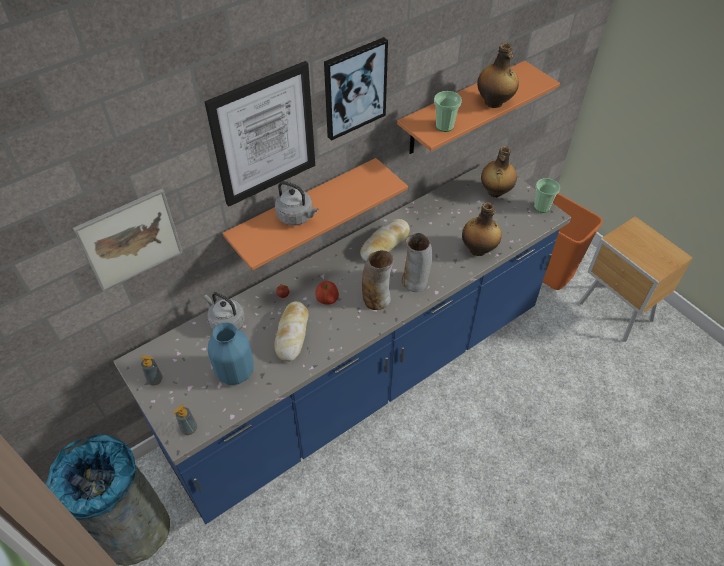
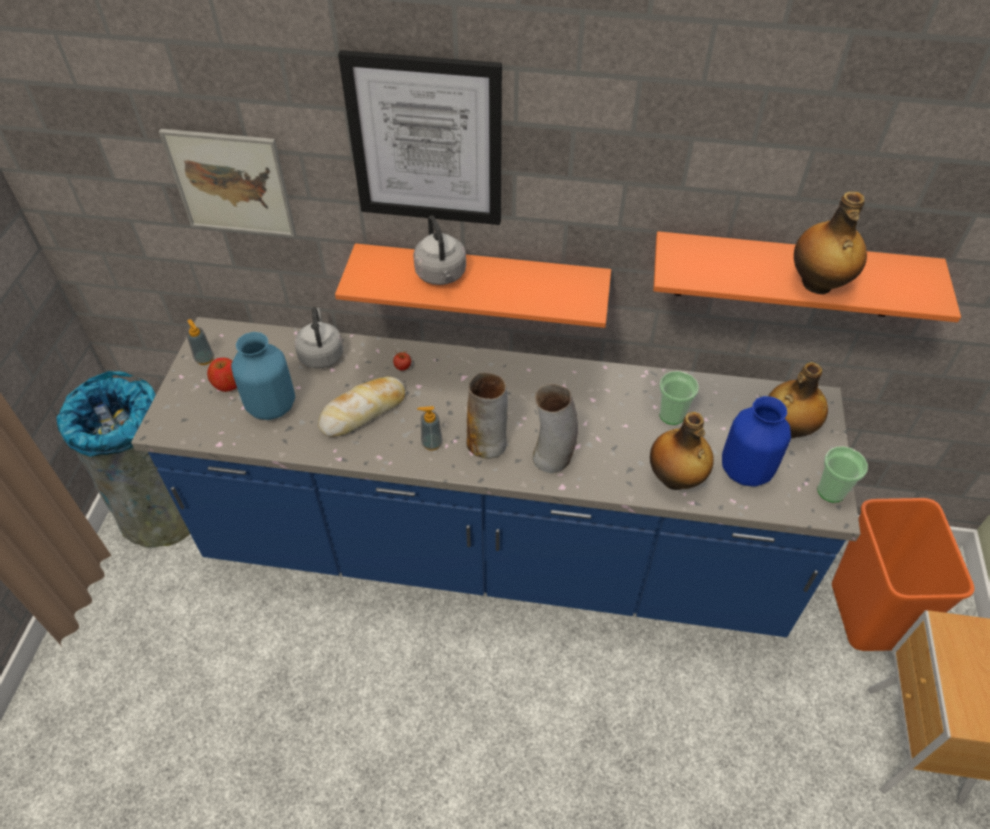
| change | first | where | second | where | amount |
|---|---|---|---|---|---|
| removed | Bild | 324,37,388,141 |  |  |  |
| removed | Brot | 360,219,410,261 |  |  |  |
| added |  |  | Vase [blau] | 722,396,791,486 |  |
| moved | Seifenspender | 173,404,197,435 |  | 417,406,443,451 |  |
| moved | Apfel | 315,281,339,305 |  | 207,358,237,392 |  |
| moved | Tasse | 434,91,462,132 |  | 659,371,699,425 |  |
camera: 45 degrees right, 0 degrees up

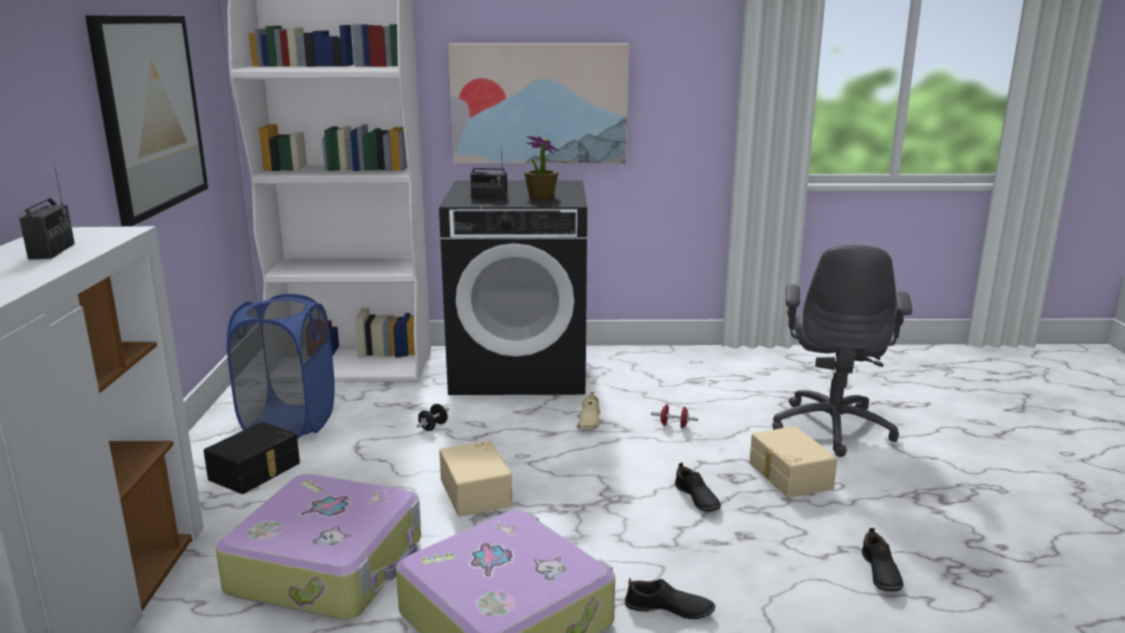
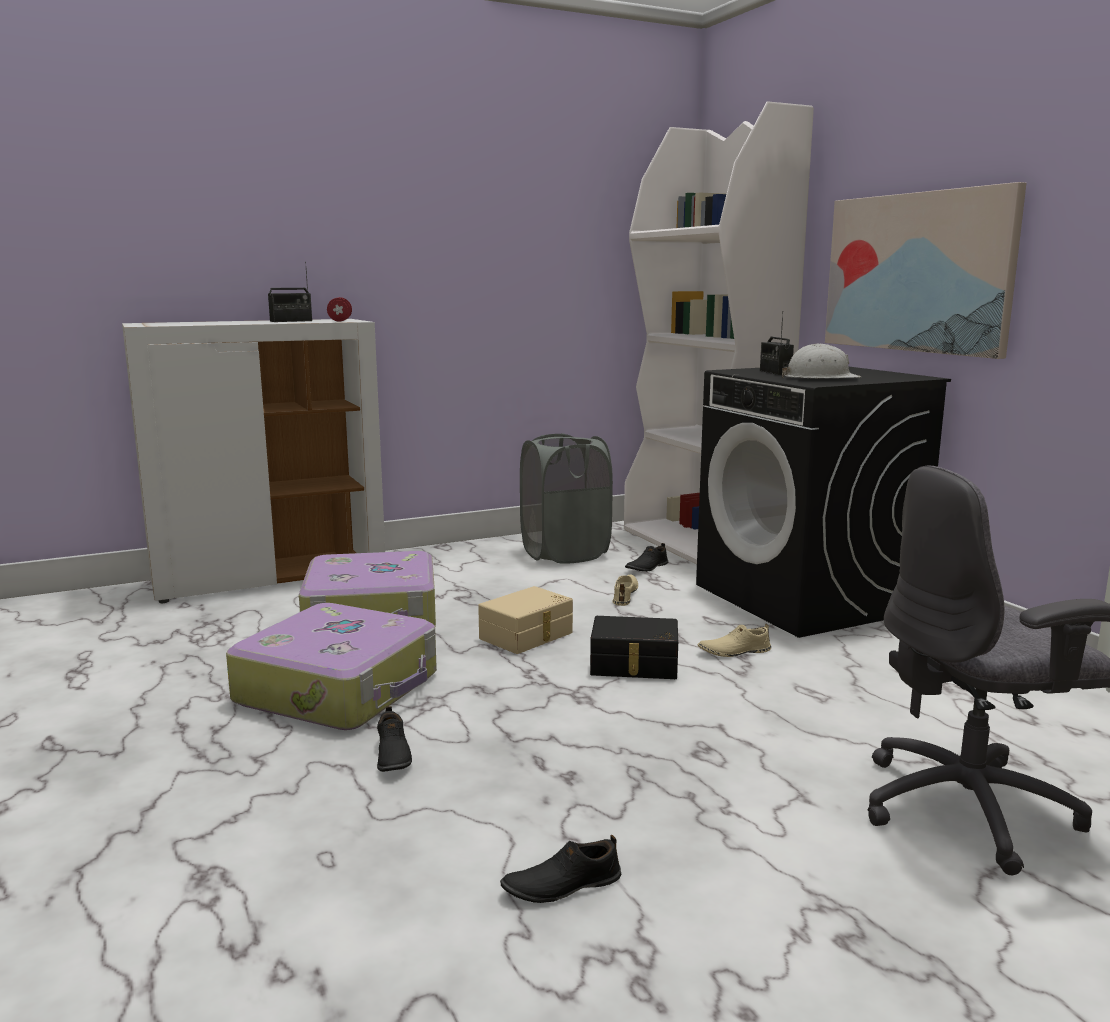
| change | first | where | second | where | amount |
|---|---|---|---|---|---|
| removed | Bild | 85,16,208,226 |  |  |  |
| removed | Aufbewahrungsbox [beige] | 749,426,837,498 |  |  |  |
| moved | Aufbewahrungsbox [schwarz] | 204,422,300,494 |  | 590,616,678,679 |  |
| moved | Hantel [rot] | 651,404,698,428 |  | 327,297,352,322 |  |
| moved | Schuh [schwarz] | 675,463,721,511 |  | 625,543,668,572 |  |
| replaced | Hantel [schwarz] | 416,404,450,431 | Schuh [beige] | 612,574,638,606 |  |
| replaced | Topfpflanze | 524,136,559,199 | Schutzhelm [weiß] | 782,344,861,378 |  |
| recoloured | Wäschekorb [blau] | 227,294,335,439 | Wäschekorb [grau] | 520,433,613,564 |  |
camera: 65 degrees right, 5 degrees down

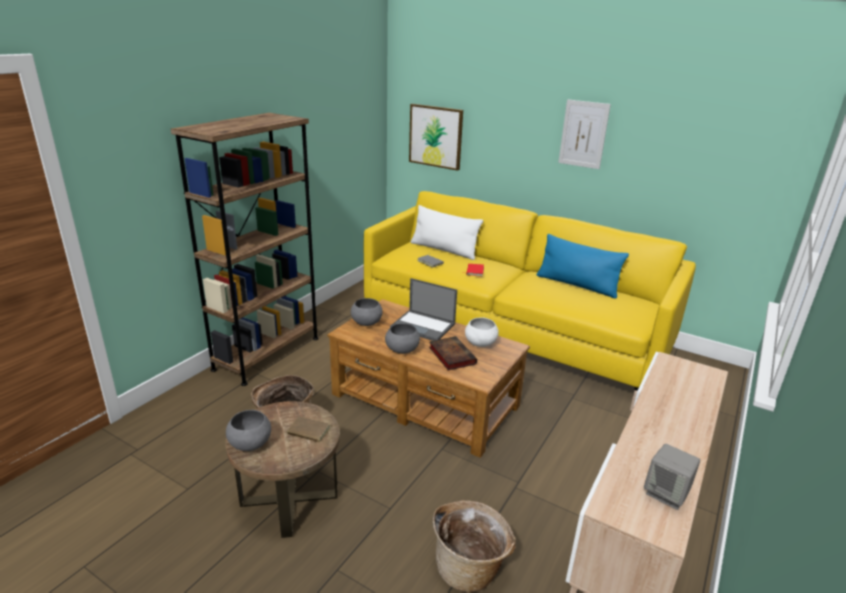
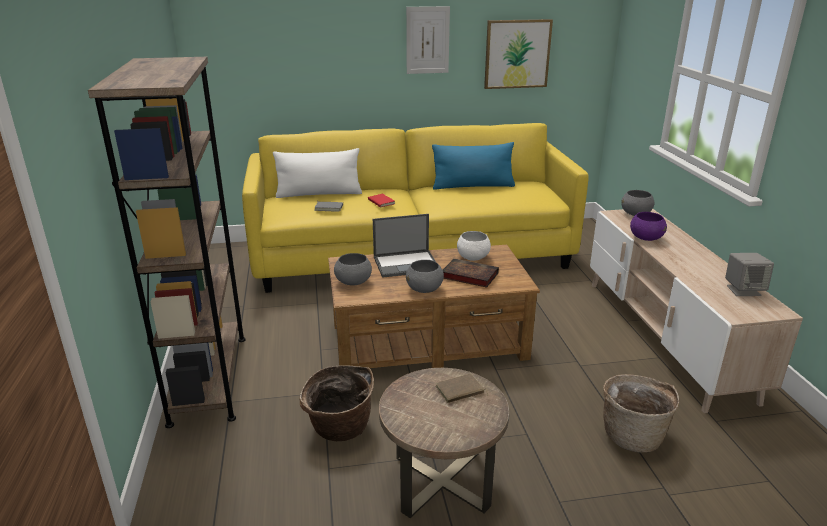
| change | first | where | second | where | amount |
|---|---|---|---|---|---|
| added |  |  | Schüssel [lila] | 630,212,667,241 |  |
| moved | Schüssel [grau] | 226,410,271,451 |  | 621,190,655,216 |  |
| moved | Bild | 409,104,463,171 |  | 484,19,553,89 |  |
camera: 40 degrees left, 0 degrees up

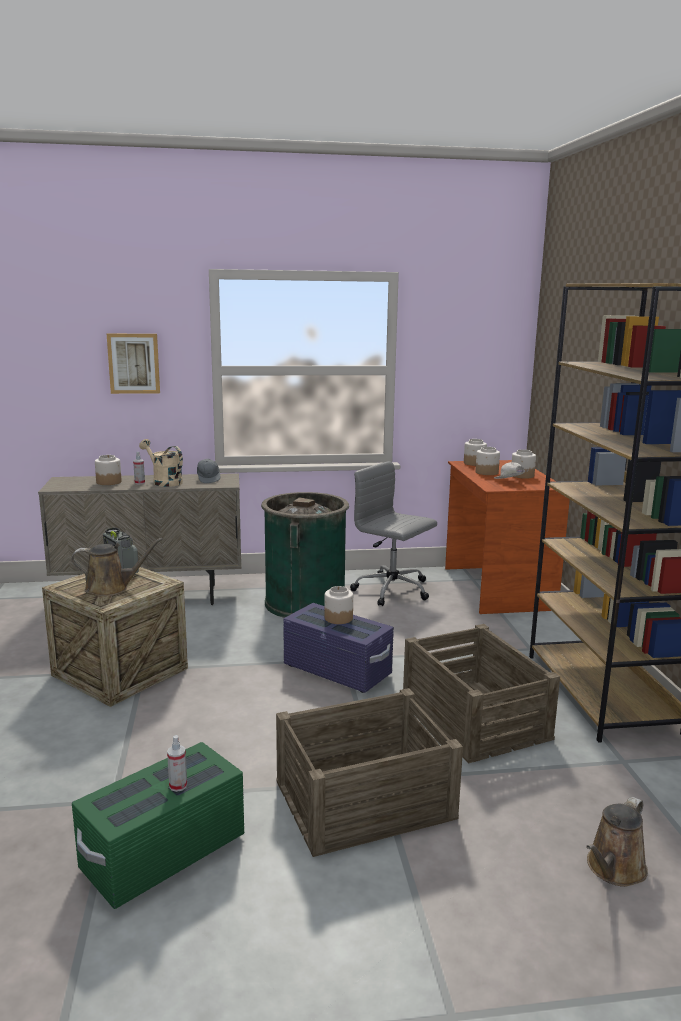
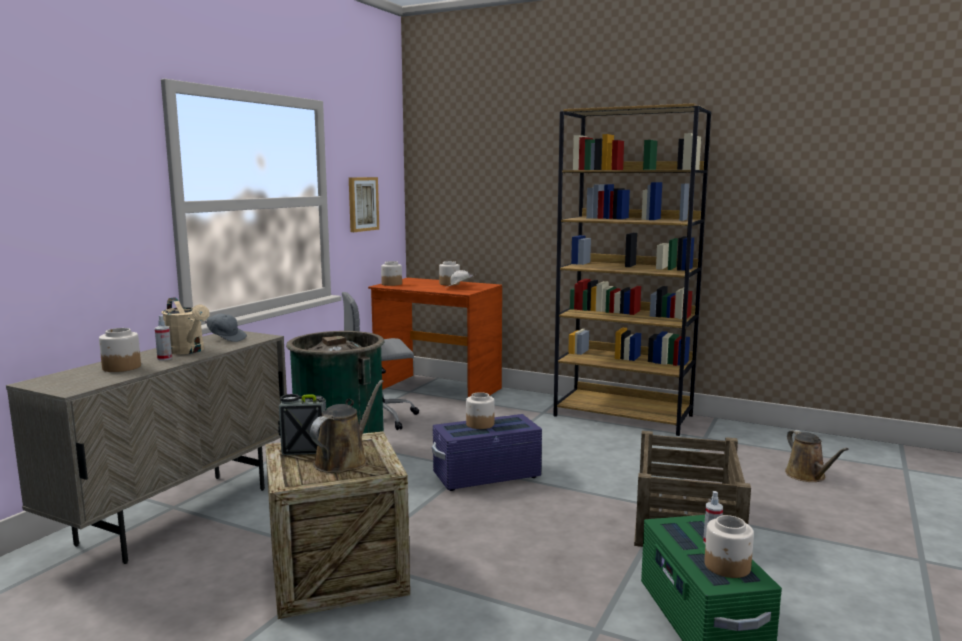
| change | first | where | second | where | amount |
|---|---|---|---|---|---|
| removed | Kiste | 403,624,560,763 |  |  |  |
| moved | Bild | 107,334,160,394 |  | 349,177,379,232 |  |
| moved | Vorratsglas | 475,447,500,475 |  | 704,515,754,578 |  |
| turned | Gießkanne [beige] | 139,439,183,487 |  | 162,297,210,354 | 120 degrees counterclockwise |
camera: 55 degrees left, 5 degrees down

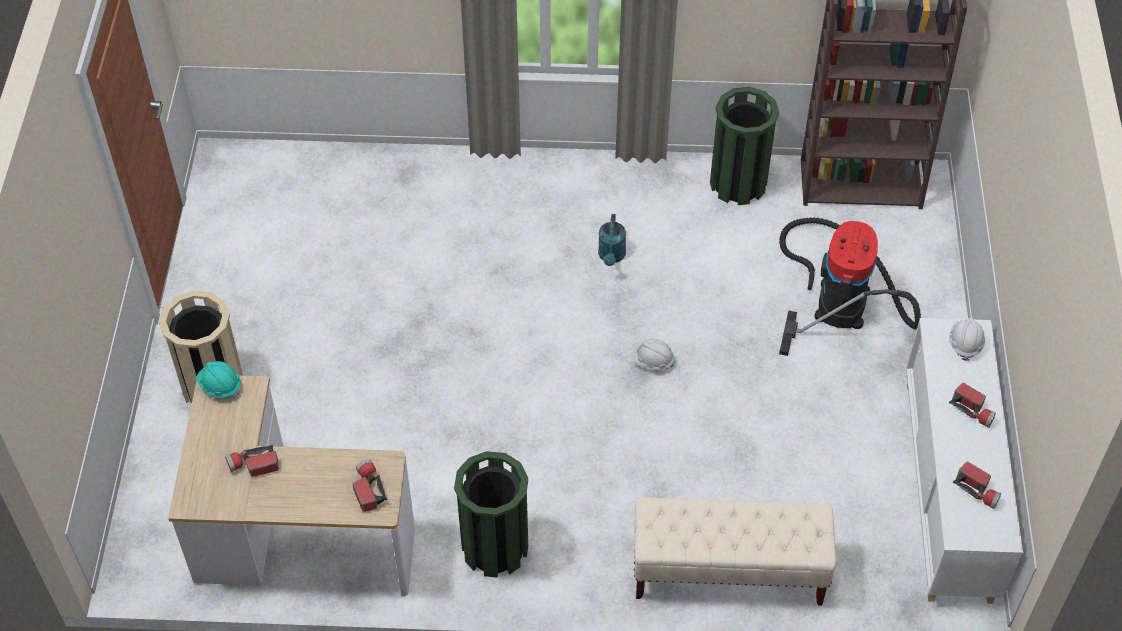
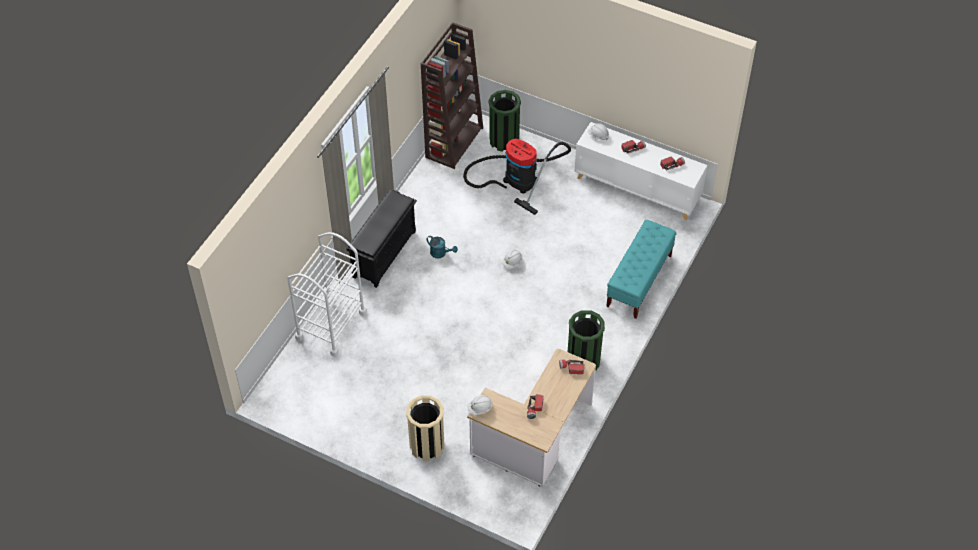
| change | first | where | second | where | amount |
|---|---|---|---|---|---|
| added |  |  | Rollwagen [weiß] | 287,232,367,357 |  |
| added |  |  | Schuhregal [schwarz] | 347,188,417,288 |  |
| moved | Mülleimer [grün] | 710,87,779,205 |  | 488,90,521,152 |  |
| recoloured | Schutzhelm [türkis] | 196,361,241,399 | Schutzhelm [weiß] | 467,395,492,415 |  |
| recoloured | Bank [beige] | 634,497,836,606 | Bank [türkis] | 606,220,677,319 |  |
camera: 65 degrees left, 0 degrees up

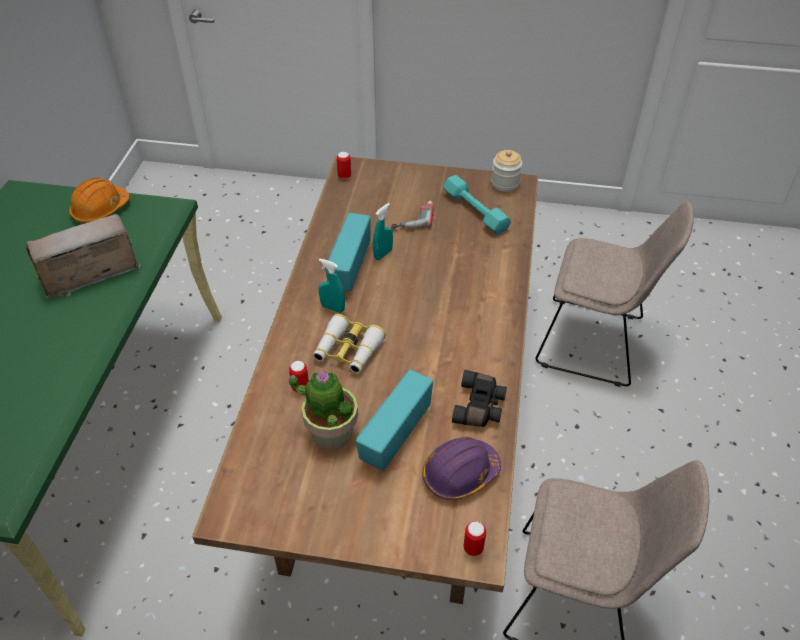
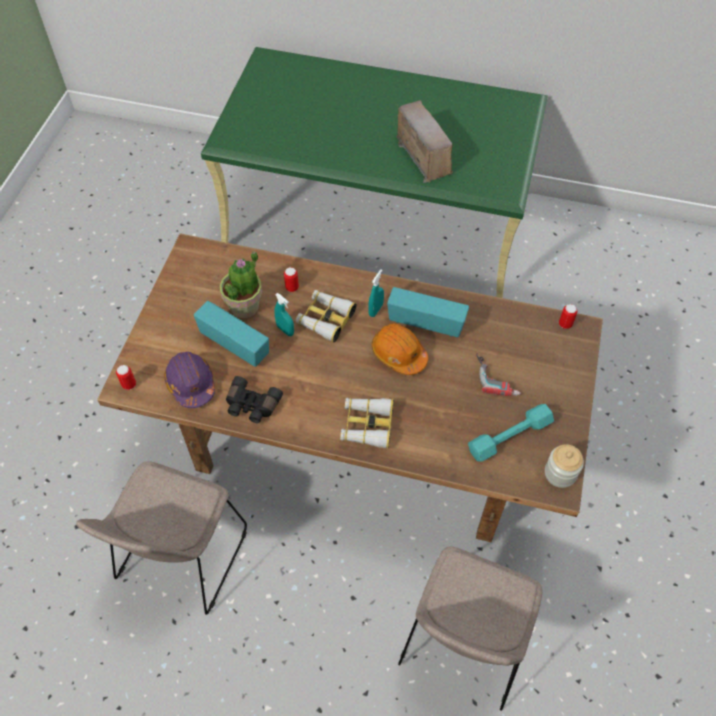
| change | first | where | second | where | amount |
|---|---|---|---|---|---|
| added |  |  | Fernglas | 340,398,394,449 |  |
| moved | Schutzhelm [orange] | 69,178,130,223 |  | 371,323,428,375 |  |
| moved | Sprühflasche [türkis] | 373,203,393,260 |  | 274,293,294,336 |  |
camera: 95 degrees right, 10 degrees up

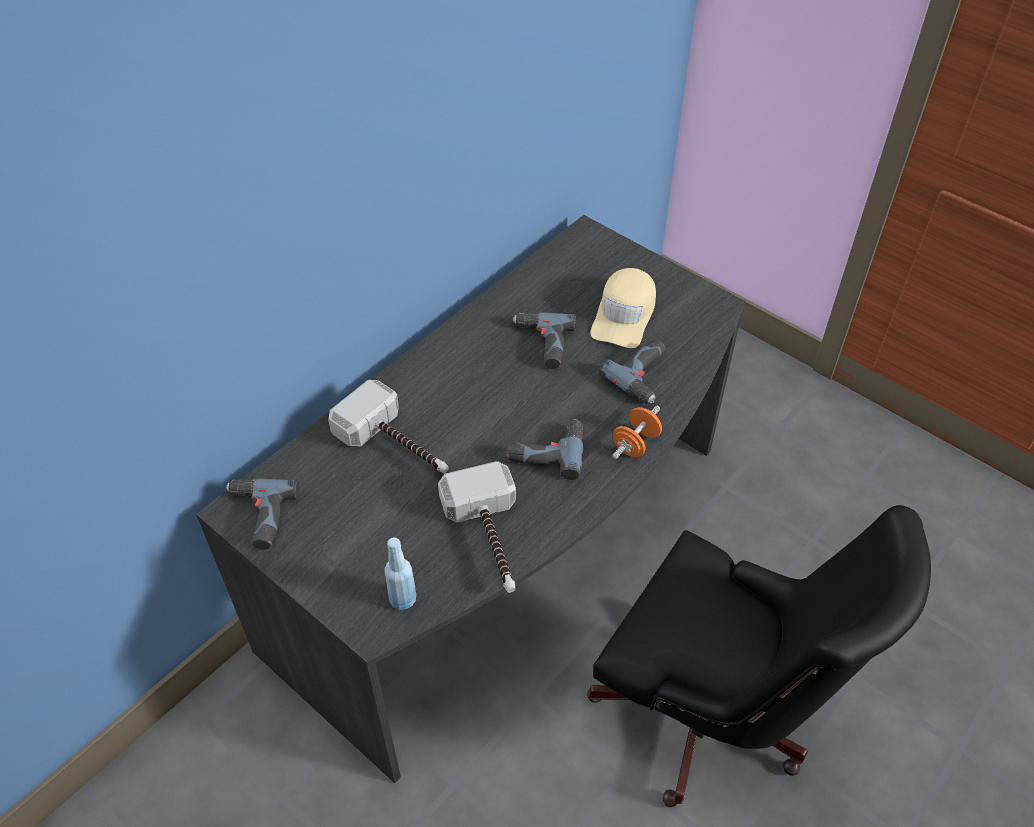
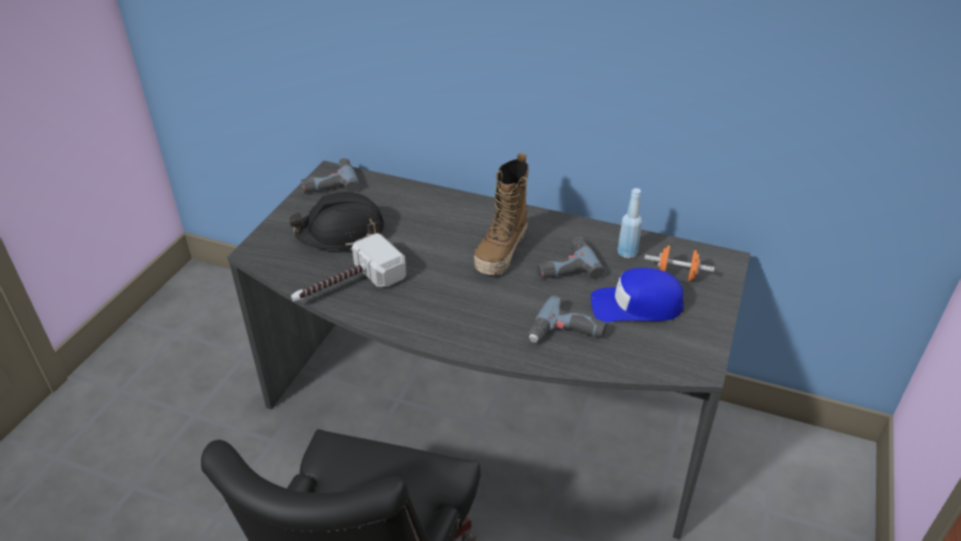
| change | first | where | second | where | amount |
|---|---|---|---|---|---|
| removed | Hammer | 328,380,449,473 |  |  |  |
| removed | Bohrmaschine | 507,419,583,480 |  |  |  |
| added |  |  | Schutzhelm [schwarz] | 289,192,384,251 |  |
| added |  |  | Stiefel | 474,153,528,275 |  |
| moved | Flasche [blau] | 384,537,416,610 |  | 618,188,642,259 |  |
| moved | Hantel [orange] | 612,406,662,459 |  | 644,245,715,282 |  |
| recoloured | Kappe [beige] | 591,268,656,348 | Kappe [blau] | 591,268,684,322 |  |
camera: 70 degrees right, 10 degrees down

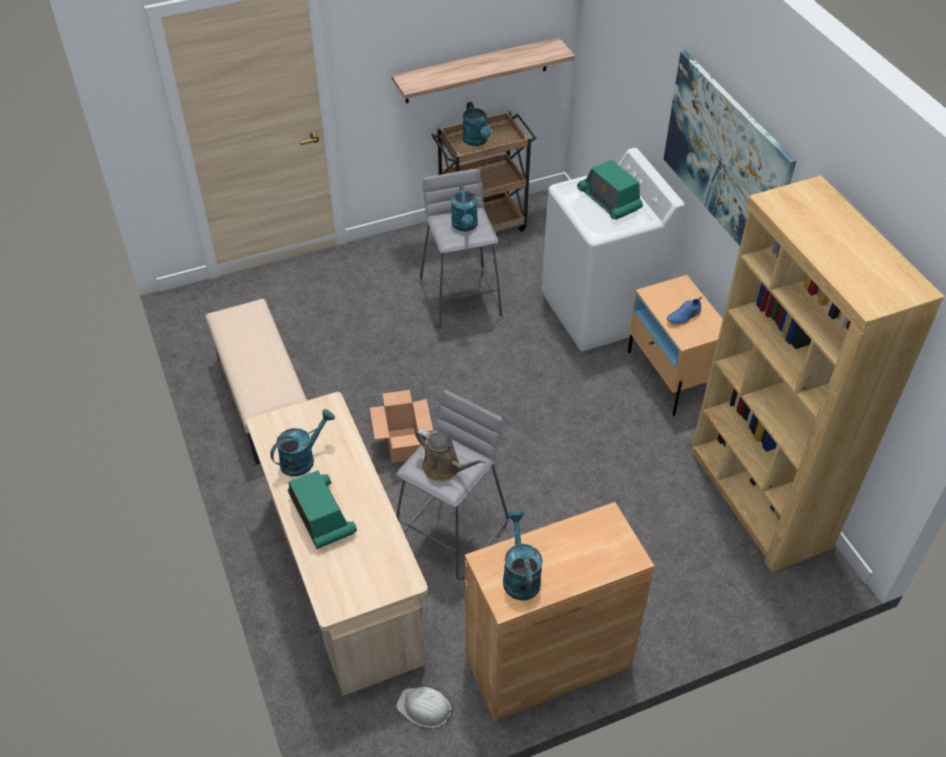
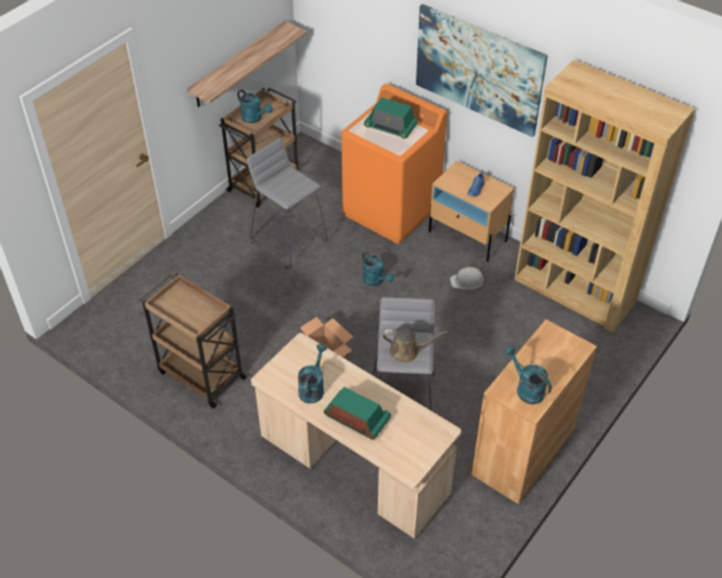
| change | first | where | second | where | amount |
|---|---|---|---|---|---|
| moved | Schutzhelm [weiß] | 396,687,454,728 |  | 450,267,485,289 |  |
| moved | Gießkanne [türkis] | 451,184,478,231 |  | 362,251,394,286 |  |
| replaced | Bank [beige] | 205,299,307,465 | Rollwagen [braun] | 140,273,248,409 |  |
| recoloured | Waschmaschine [weiß] | 542,148,685,351 | Waschmaschine [orange] | 341,84,447,244 |  |
camera: 30 degrees left, 0 degrees up

